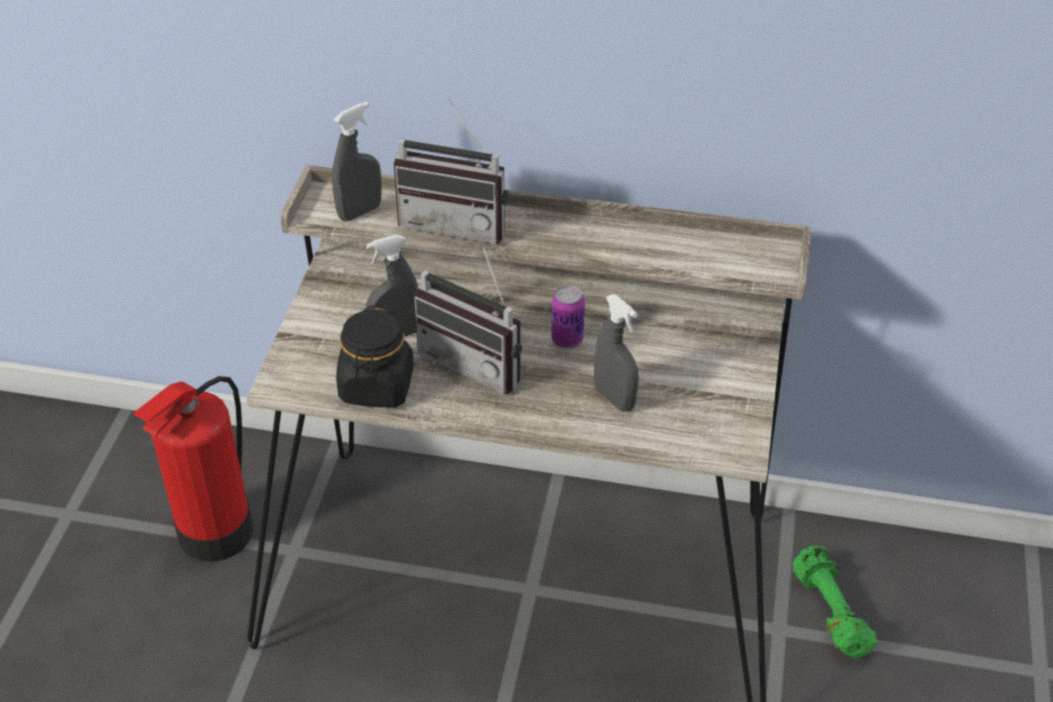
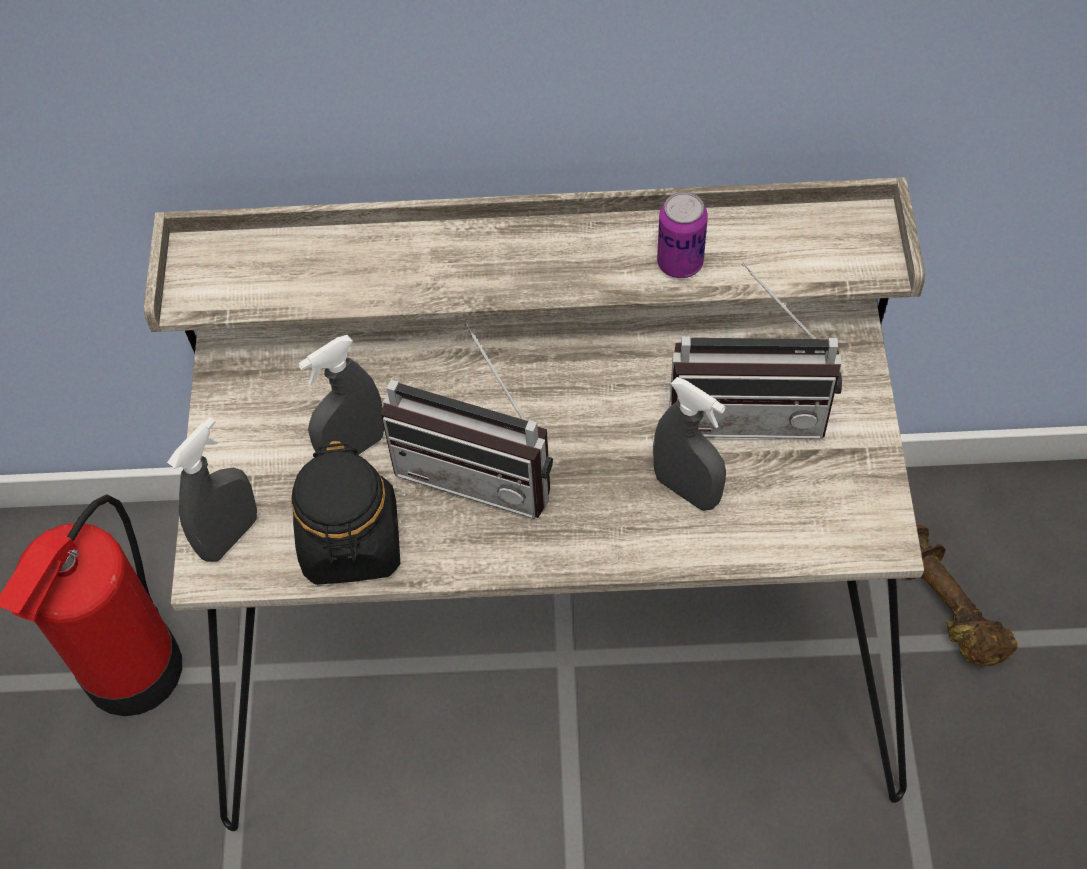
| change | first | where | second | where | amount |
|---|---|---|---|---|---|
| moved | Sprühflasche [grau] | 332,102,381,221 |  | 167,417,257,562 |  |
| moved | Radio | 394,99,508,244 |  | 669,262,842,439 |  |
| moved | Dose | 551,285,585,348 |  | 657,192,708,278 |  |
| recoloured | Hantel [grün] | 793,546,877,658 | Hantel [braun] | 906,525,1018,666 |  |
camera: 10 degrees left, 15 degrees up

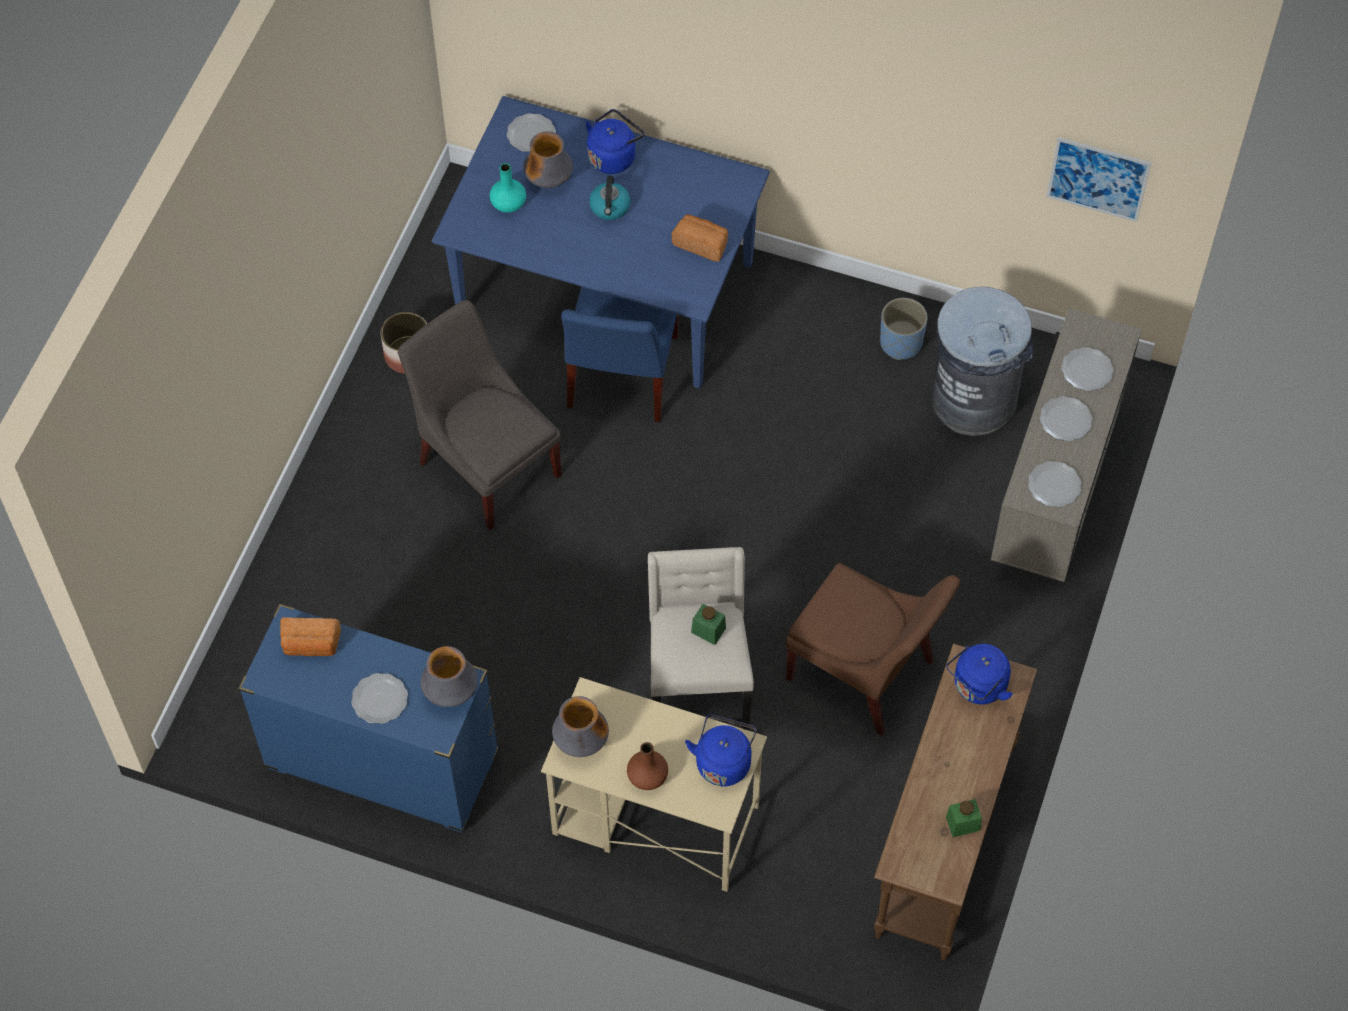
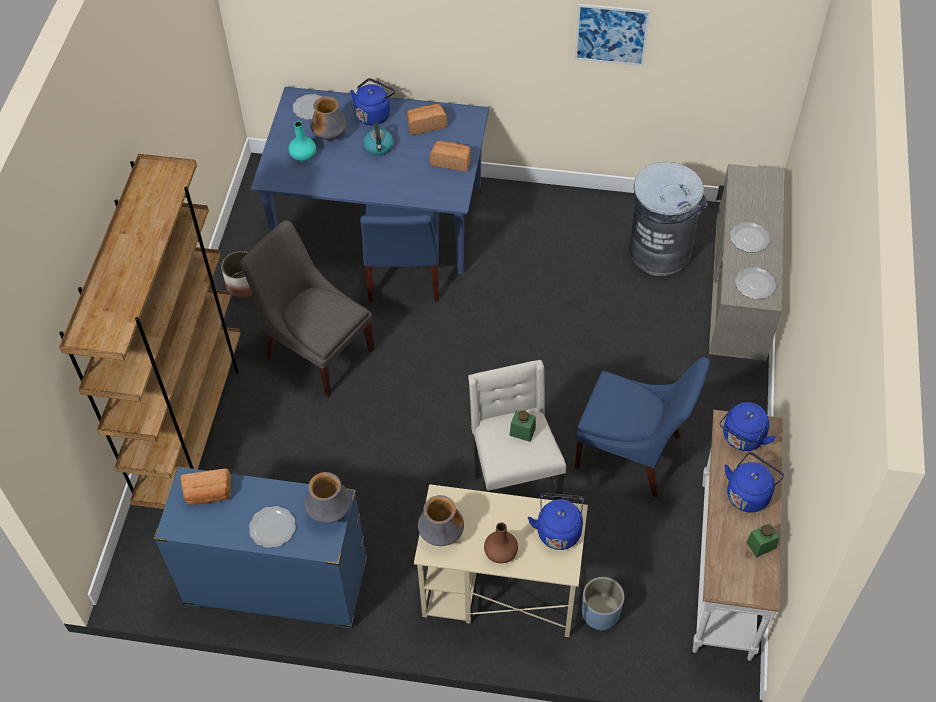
| change | first | where | second | where | amount |
|---|---|---|---|---|---|
| removed | Teller | 1061,347,1114,391 |  |  |  |
| added |  |  | Bücherregal [braun] | 59,154,241,509 |  |
| added |  |  | Brot | 406,104,447,135 |  |
| added |  |  | Wasserkessel [blau] | 725,452,784,513 |  |
| moved | Pflanzkübel [blau] | 880,298,928,360 |  | 582,577,624,631 |  |
| moved | Bild | 1046,137,1152,222 |  | 574,4,650,66 |  |
| recoloured | Stuhl [braun] | 786,563,960,736 | Stuhl [blau] | 575,357,710,497 |  |
| recoloured | Konsolentisch [braun] | 874,643,1037,961 | Konsolentisch [weiß] | 693,410,783,661 |  |
camera: 10 degrees left, 5 degrees down

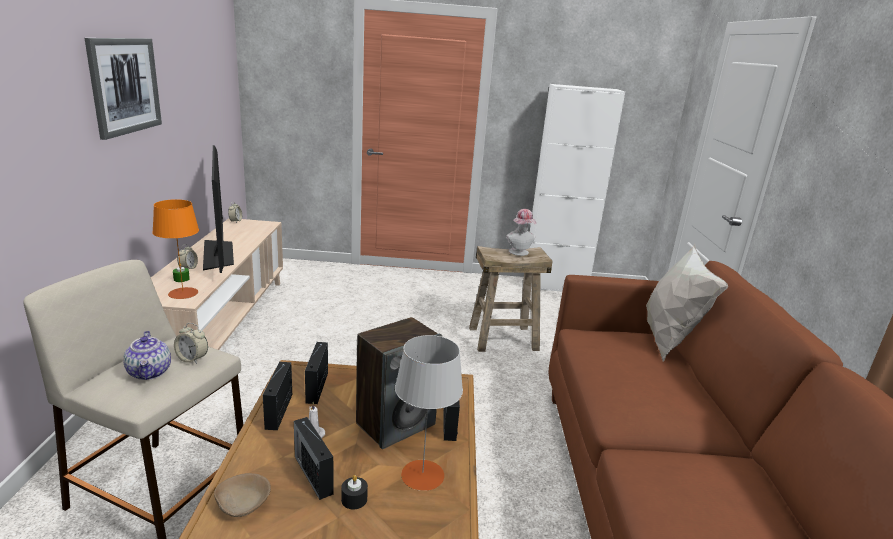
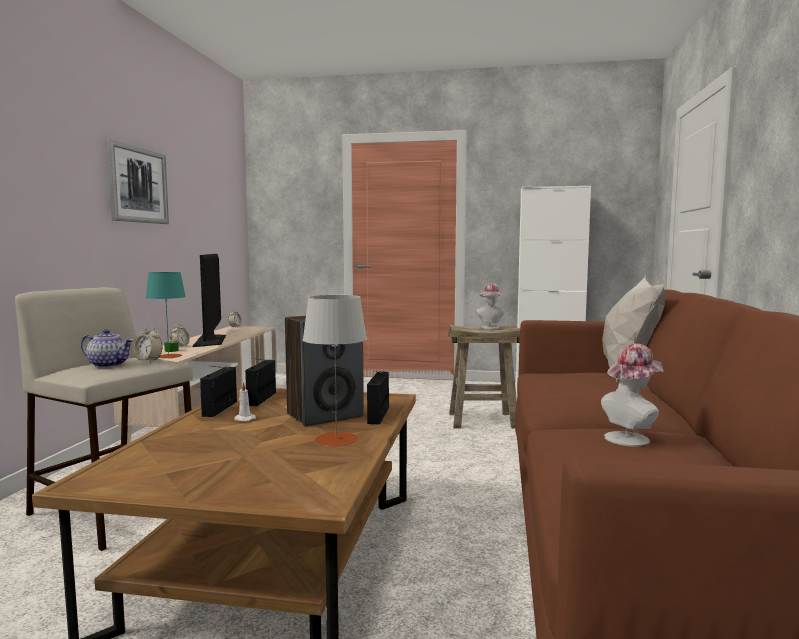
| change | first | where | second | where | amount |
|---|---|---|---|---|---|
| removed | Schüssel [beige] | 214,473,271,517 |  |  |  |
| removed | Radio | 294,417,333,500 |  |  |  |
| removed | Kerze [schwarz] | 341,475,368,509 |  |  |  |
| added |  |  | Hut | 601,343,663,447 |  |
| recoloured | Tischlampe [orange] | 152,199,199,299 | Tischlampe [türkis] | 146,272,186,359 |  |
| turned | Teekanne | 123,331,171,380 |  | 81,329,133,368 | 60 degrees counterclockwise |
camera: 10 degrees right, 15 degrees down

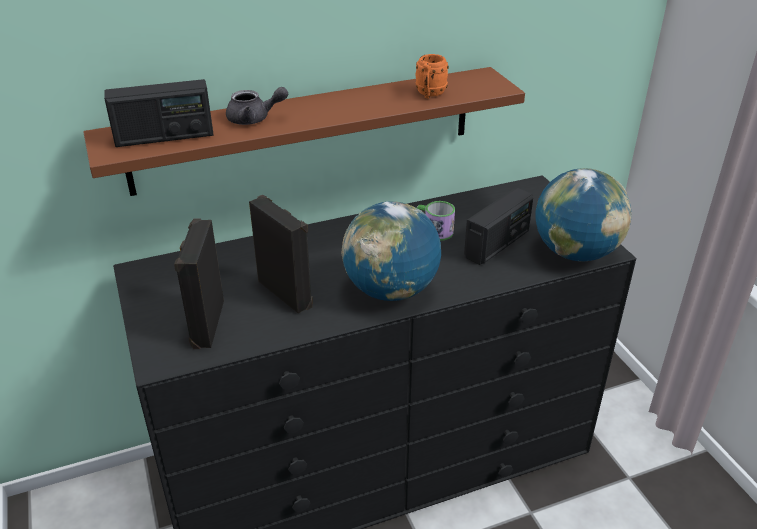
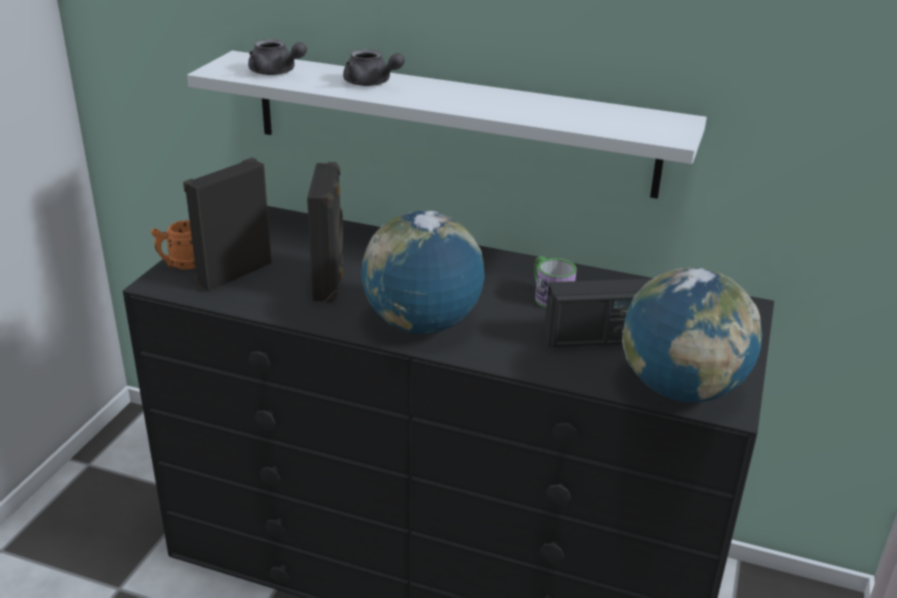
| change | first | where | second | where | amount |
|---|---|---|---|---|---|
| moved | Henkelbecher [orange] | 415,54,449,99 |  | 151,220,195,270 |  |
| replaced | Radio | 104,79,214,147 | Teekanne [grau] | 248,39,307,75 |  |
| recoloured | Wandregal [braun] | 83,67,525,196 | Wandregal [weiß] | 187,51,707,199 |  |
camera: 40 degrees right, 5 degrees down

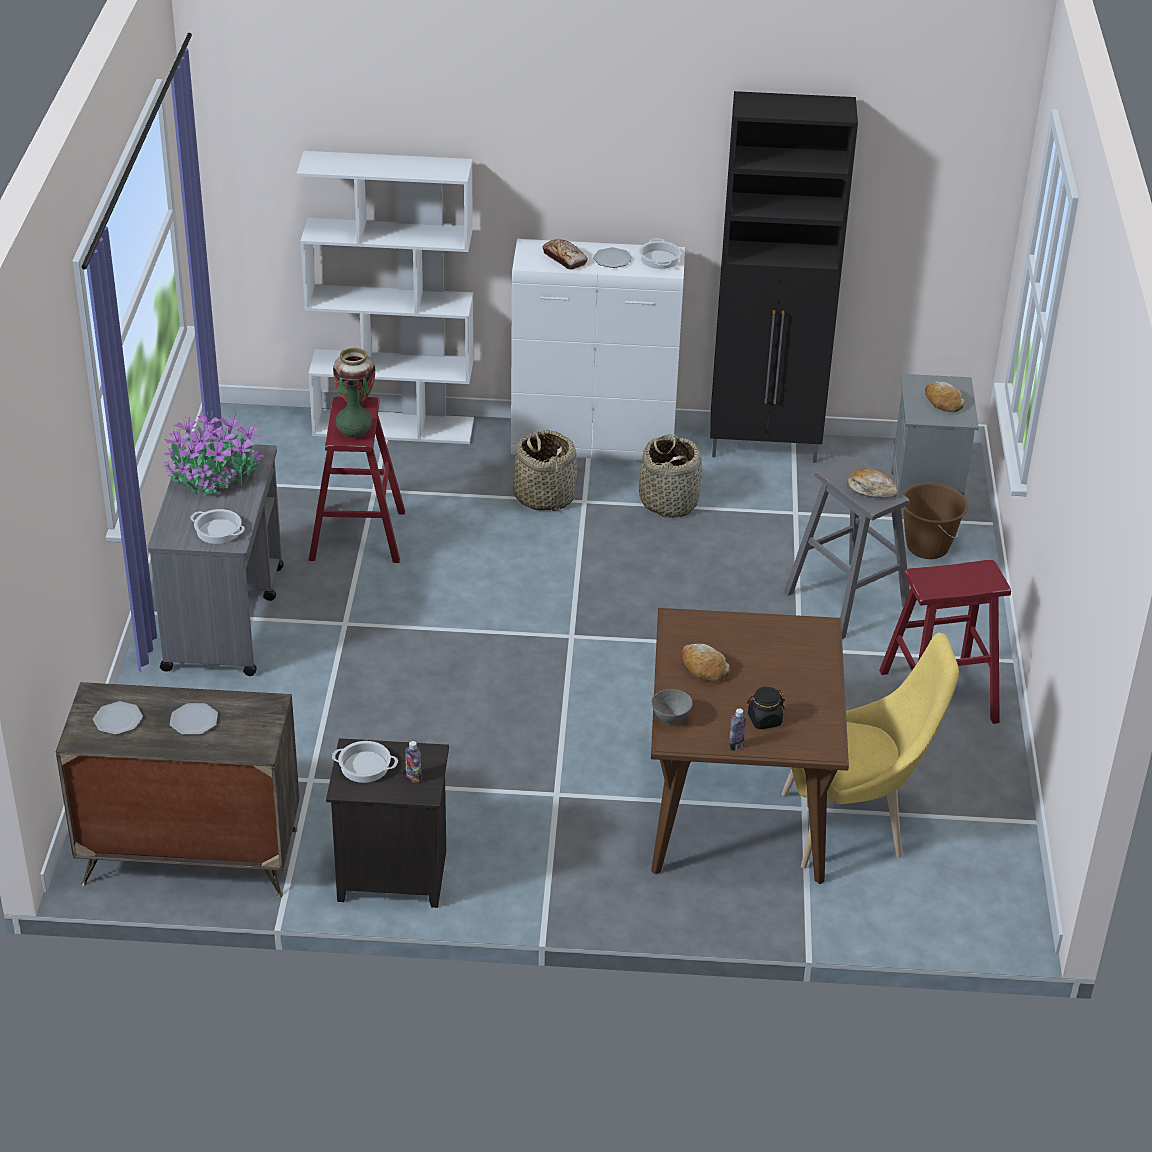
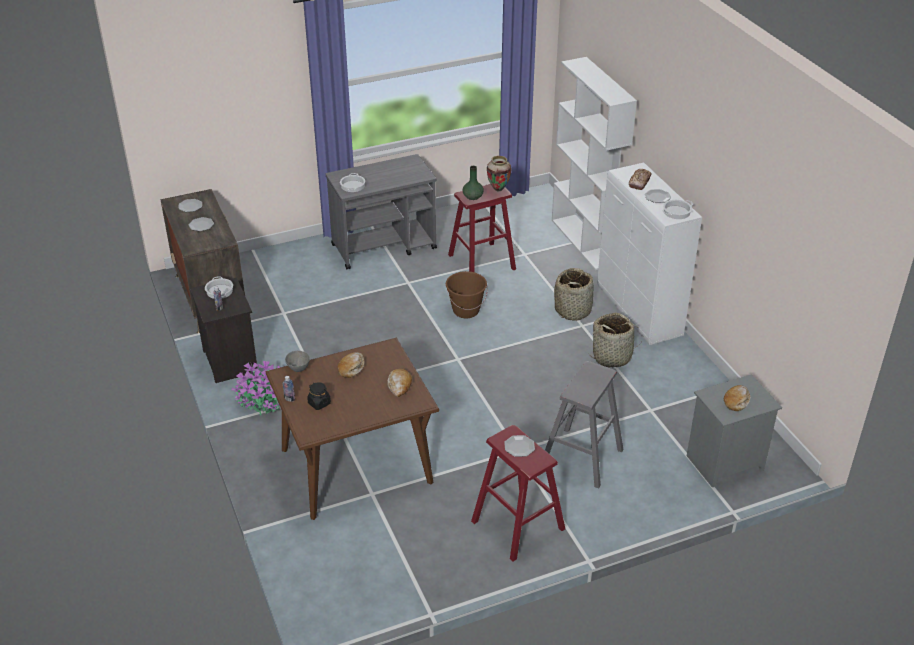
| change | first | where | second | where | amount |
|---|---|---|---|---|---|
| removed | Schrank [schwarz] | 710,91,858,463 |  |  |  |
| removed | Stuhl [gelb] | 782,633,959,868 |  |  |  |
| added |  |  | Teller | 504,435,535,457 |  |
| moved | Topfpflanze | 162,411,264,495 |  | 231,361,280,415 |  |
| moved | Brot | 847,468,898,498 |  | 388,369,412,397 |  |
| moved | Eimer [braun] | 903,483,968,559 |  | 446,271,488,319 |  |
camera: 65 degrees right, 0 degrees up

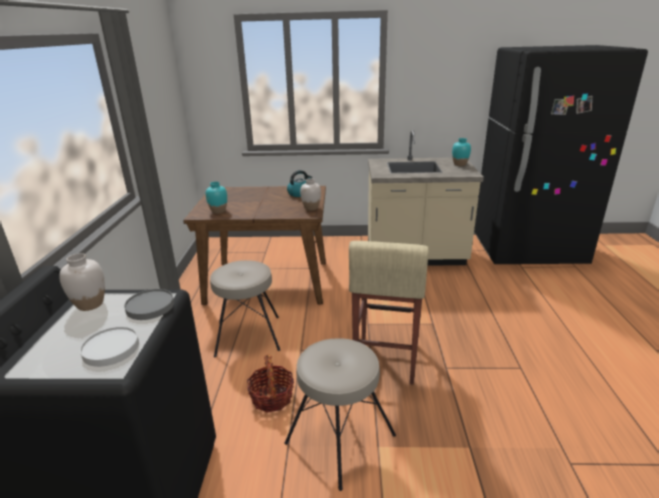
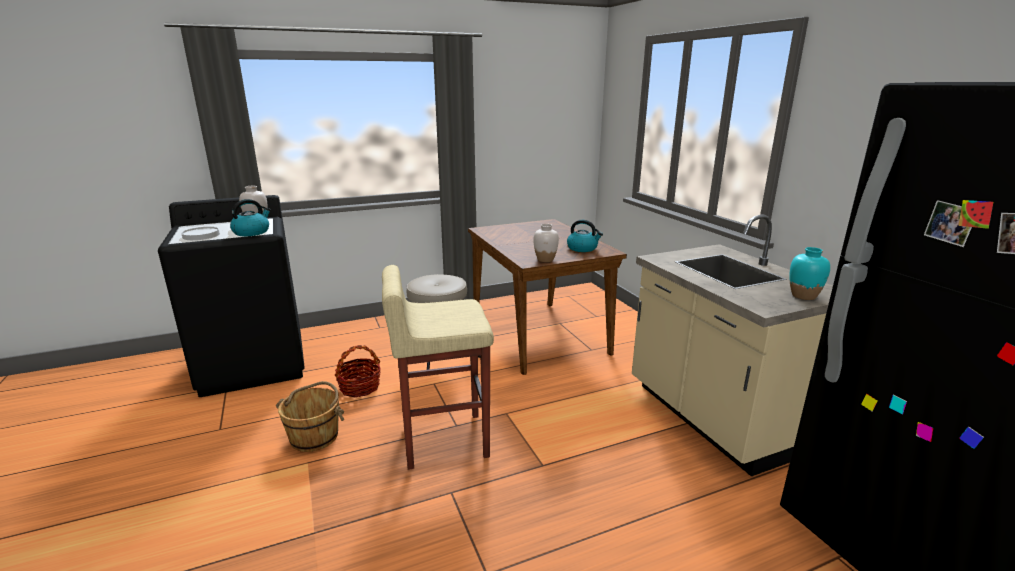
| change | first | where | second | where | amount |
|---|---|---|---|---|---|
| removed | Vase [türkis] | 206,182,227,214 |  |  |  |
| replaced | Teller [grau] | 124,289,174,320 | Wasserkessel | 230,199,271,236 |  |
| replaced | Hocker [beige] | 284,338,396,491 | Eimer [braun] | 276,381,344,452 |  |
camera: 65 degrees right, 5 degrees down

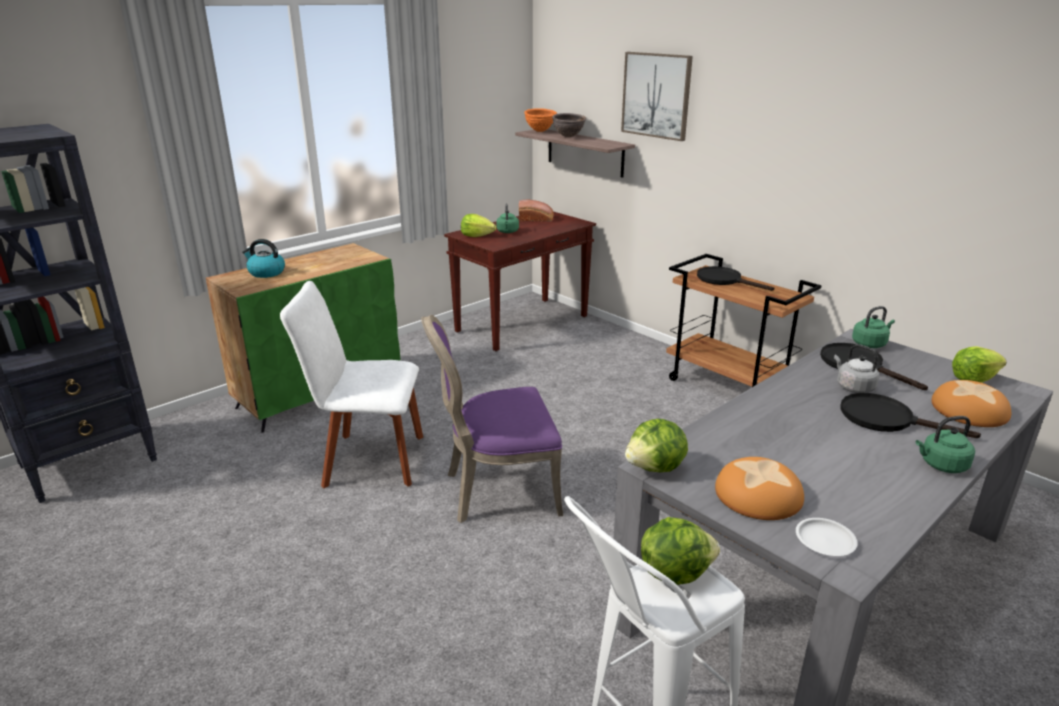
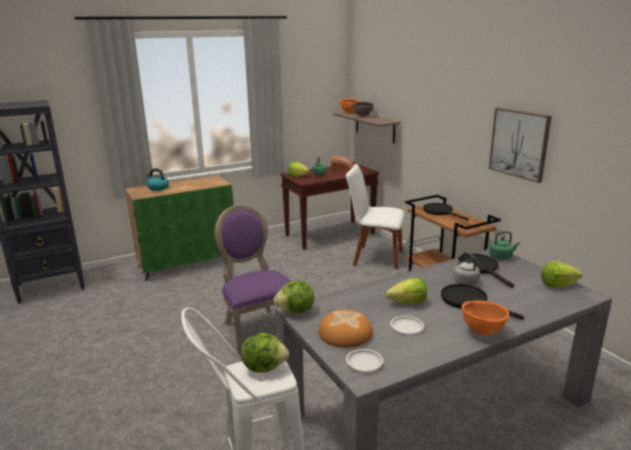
| change | first | where | second | where | amount |
|---|---|---|---|---|---|
| removed | Brot | 931,380,1011,427 |  |  |  |
| added |  |  | Salatkopf | 386,278,427,304 |  |
| added |  |  | Teller [weiß] | 390,316,424,334 |  |
| moved | Stuhl [weiß] | 280,281,423,488 |  | 346,164,405,269 |  |
| moved | Bild | 621,52,693,141 |  | 489,108,552,183 |  |
| replaced | Wasserkessel [grün] | 916,416,975,473 | Schüssel [orange] | 462,301,509,335 |  |
| turned | Stuhl [lila] | 421,315,563,523 |  | 214,205,291,356 | 60 degrees clockwise |
camera: 15 degrees right, 5 degrees down

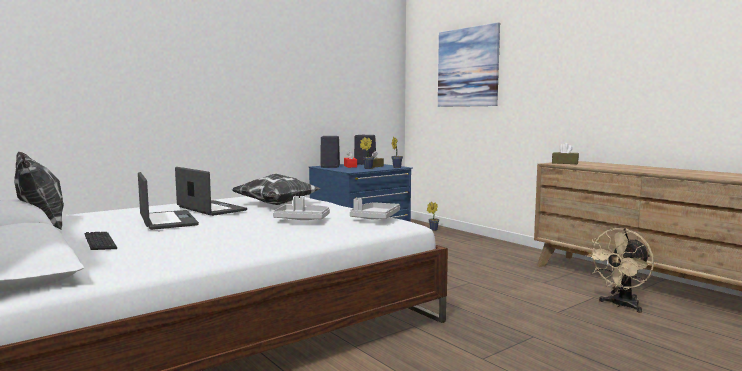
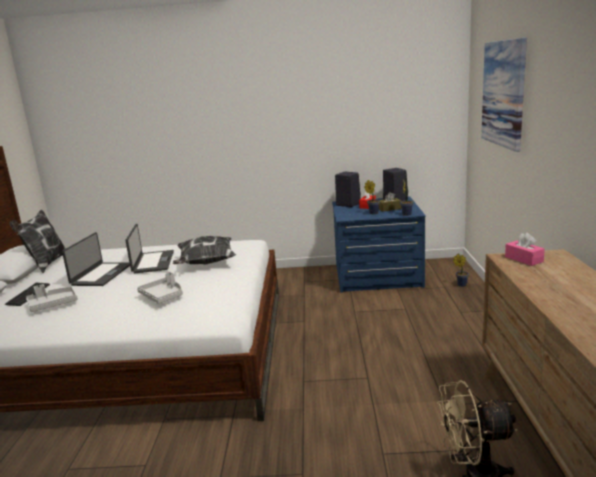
| change | first | where | second | where | amount |
|---|---|---|---|---|---|
| moved | Tablett [grau] | 350,198,400,219 |  | 26,284,78,312 |  |
| recoloured | Taschentuchbox [braun] | 552,143,579,164 | Taschentuchbox [rosa] | 505,232,545,266 |  |
camera: 40 degrees right, 10 degrees up

